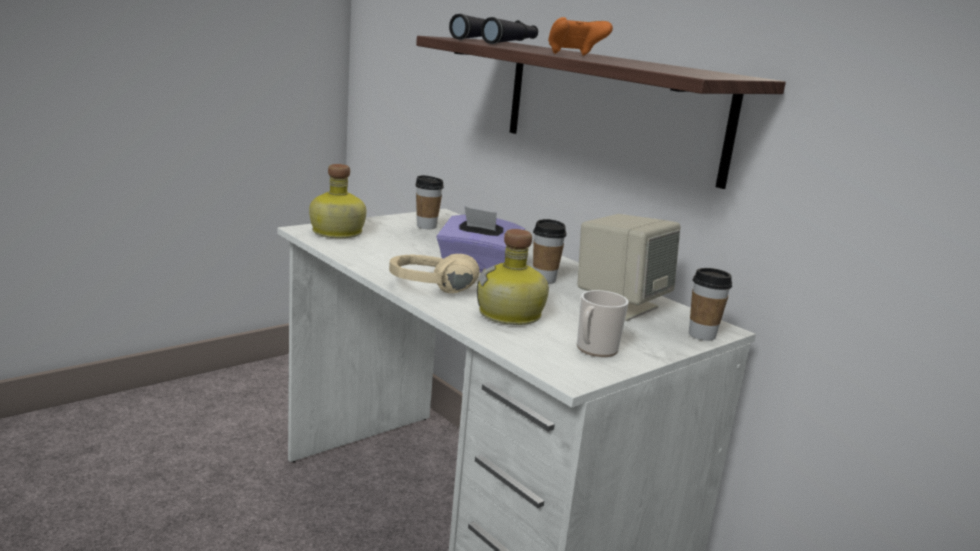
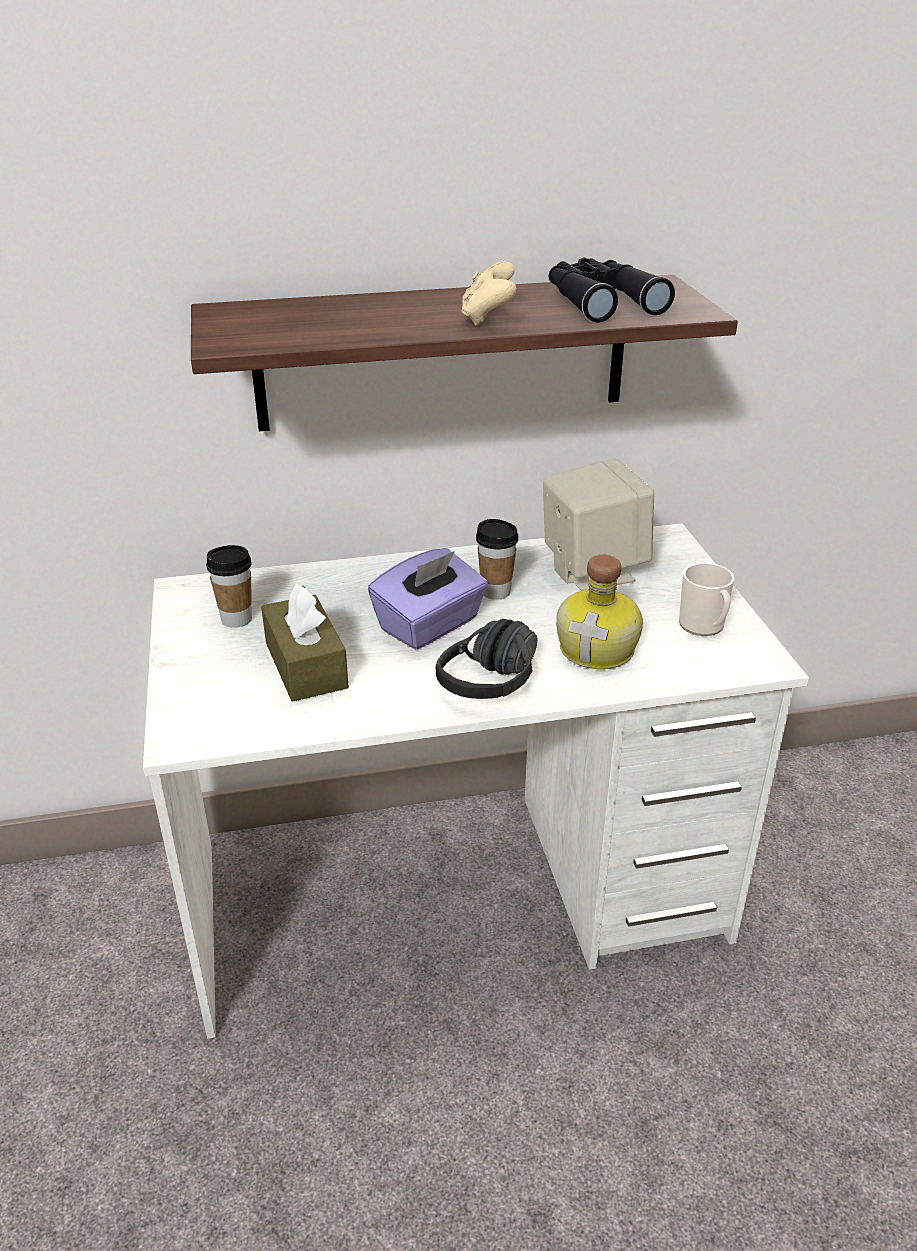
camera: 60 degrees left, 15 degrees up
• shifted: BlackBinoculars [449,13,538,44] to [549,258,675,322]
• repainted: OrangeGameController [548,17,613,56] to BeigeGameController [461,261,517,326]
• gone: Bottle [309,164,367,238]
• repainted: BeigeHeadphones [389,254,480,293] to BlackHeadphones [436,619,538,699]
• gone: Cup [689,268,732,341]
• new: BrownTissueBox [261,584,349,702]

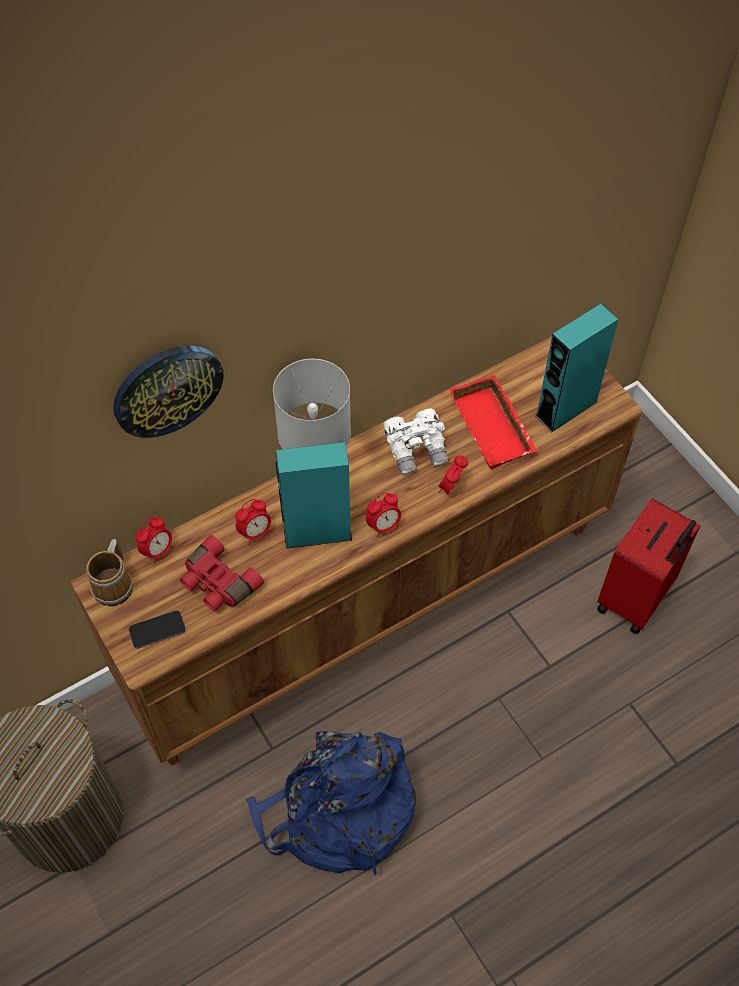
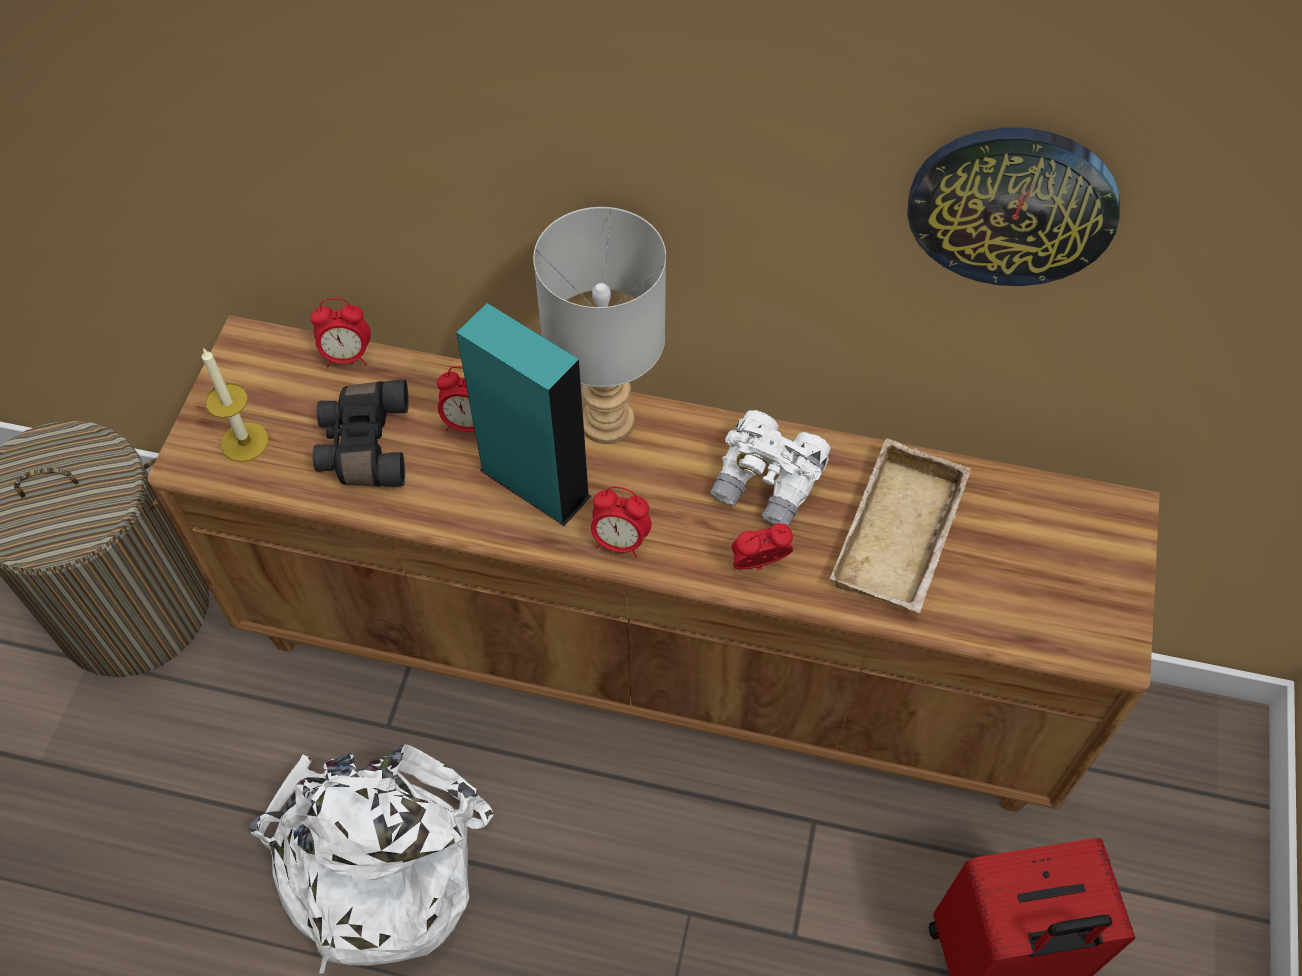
camera: 45 degrees right, 0 degrees up
• gone: TurquoiseSpeaker [535,304,618,433]
• shifted: WallClock [113,345,223,438] to [907,128,1120,286]
• repainted: RedTray [449,375,537,469] to BeigeTray [830,438,971,613]
• repainted: RedBinoculars [180,535,264,612] to BlackBinoculars [313,380,409,487]
• gone: Mug [86,539,133,607]
• swapped: Phone [129,610,186,649] to Candle [202,348,269,462]
• repainted: BlueBackpack [246,731,416,876] to WhiteBackpack [249,744,493,973]

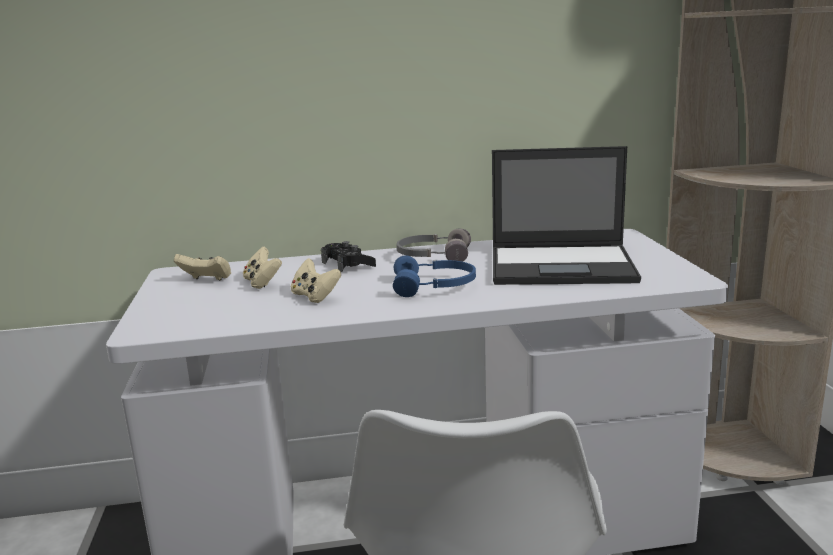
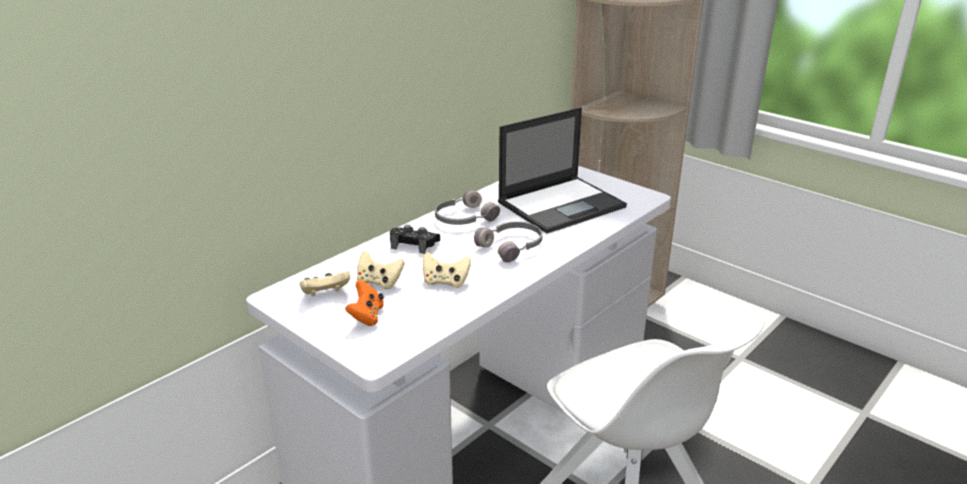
camera: 40 degrees left, 10 degrees up
• repainted: BlueHeadphones [393,255,476,297] to GreyHeadphones [474,222,543,262]
• new: OrangeGameController [345,280,384,326]

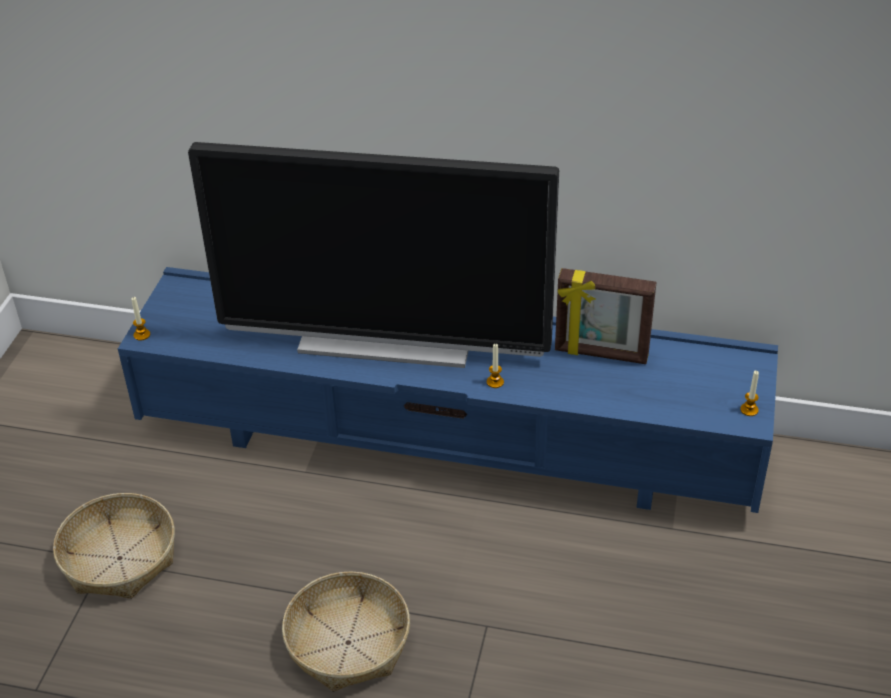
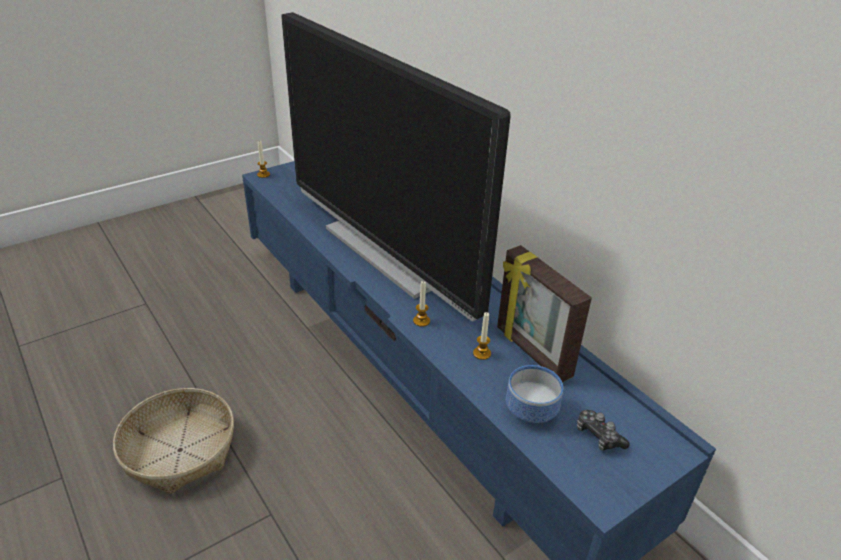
camera: 40 degrees right, 5 degrees down
• shifted: Candle [740,370,759,416] to [473,312,491,360]
• gone: Basket [53,493,175,599]
• new: Bowl [506,365,563,423]
• new: GameController [577,410,630,451]

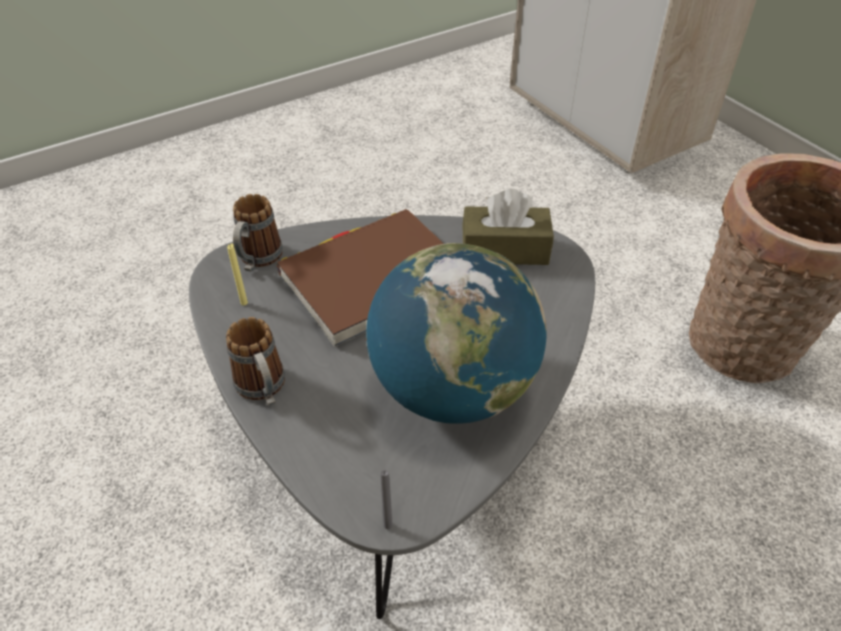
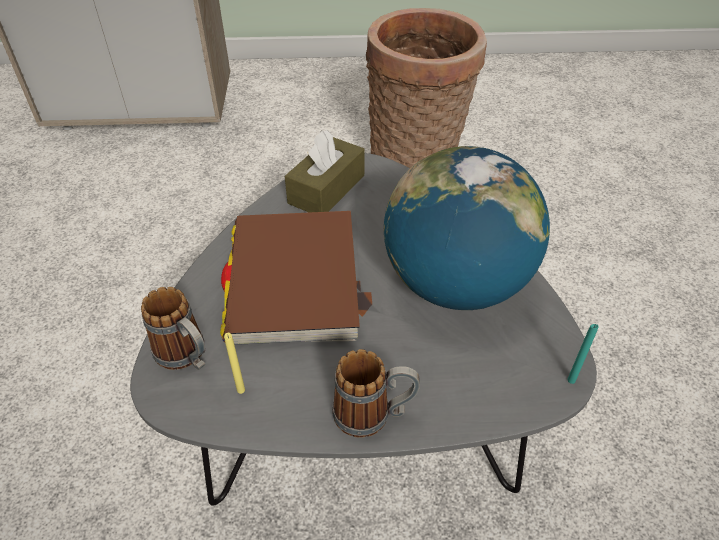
camera: 60 degrees left, 0 degrees up
• repainted: GreyCandle [380,470,393,529] to TurquoiseCandle [567,324,599,384]

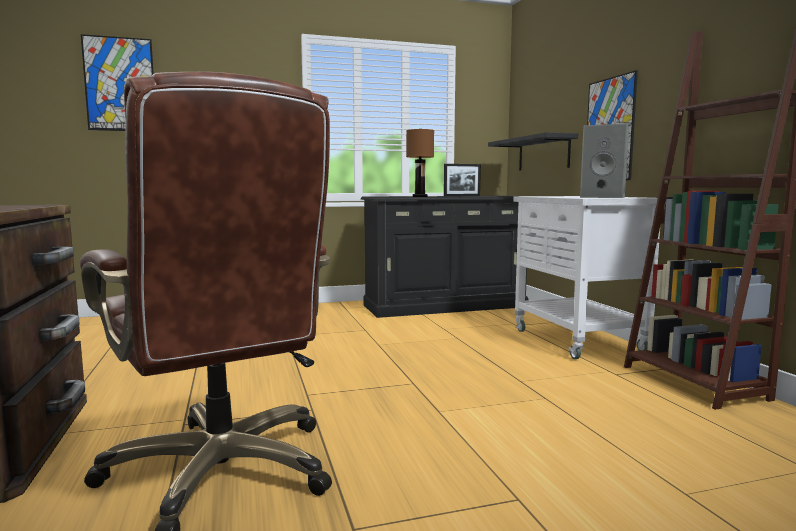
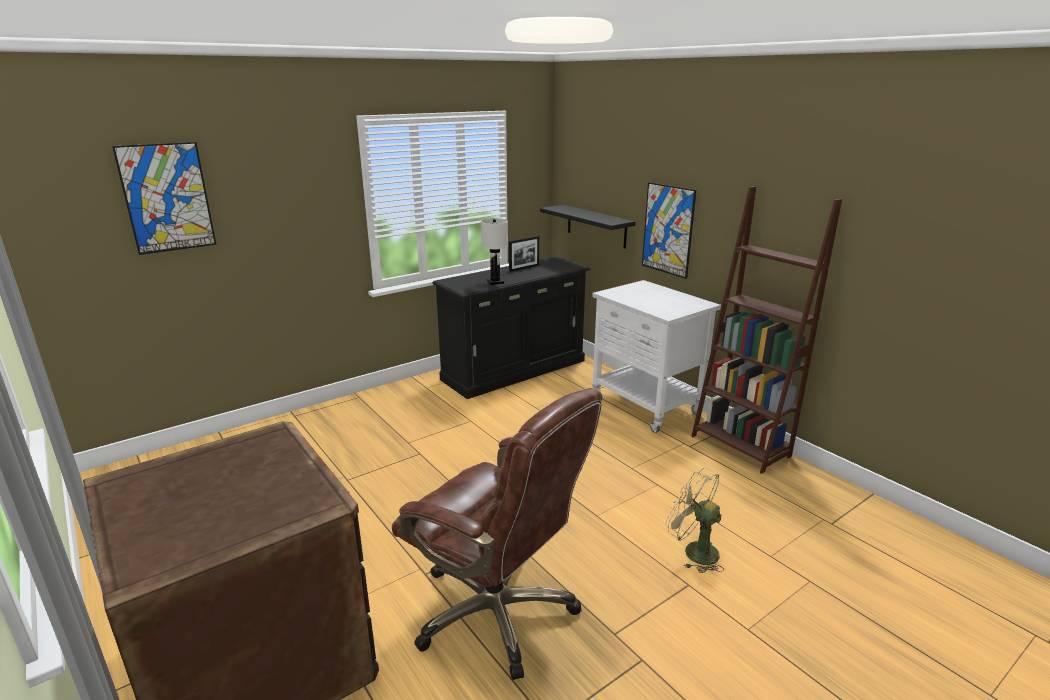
camera: 20 degrees left, 15 degrees up
• gone: GreySpeaker [580,123,629,198]
• repainted: BrownTableLamp [406,129,434,197] to WhiteTableLamp [481,218,508,285]
• new: GreenFan [666,468,724,573]

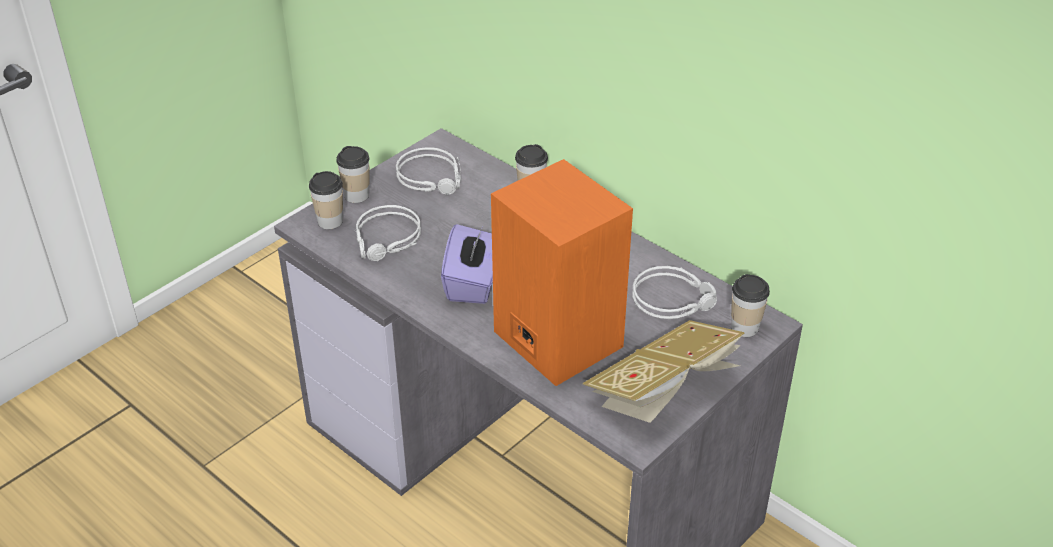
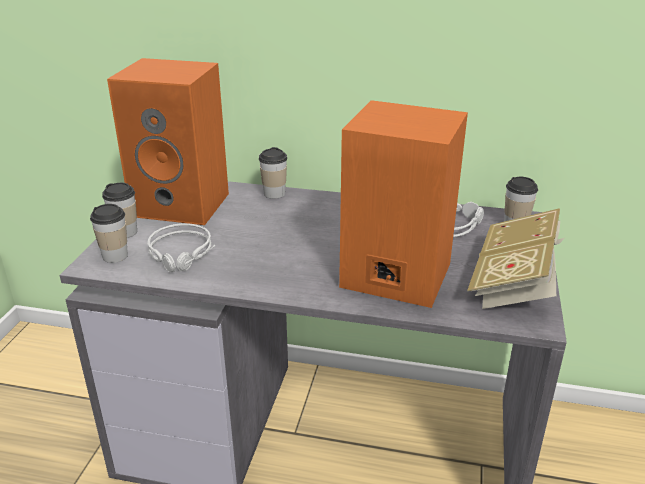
camera: 30 degrees left, 10 degrees down
• swapped: GreyHeadphones [396,147,461,195] to OrangeSpeaker [107,58,229,225]
• gone: PurpleTissueBox [441,224,493,304]

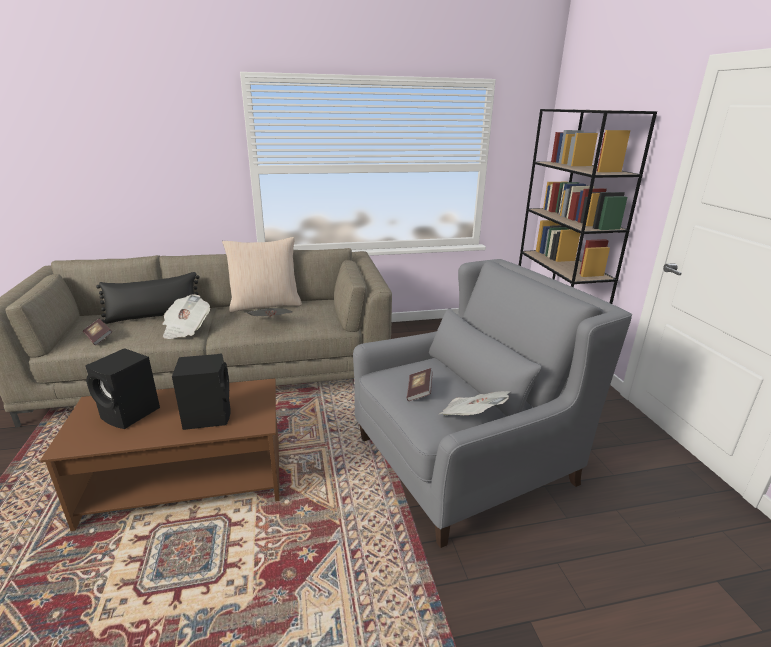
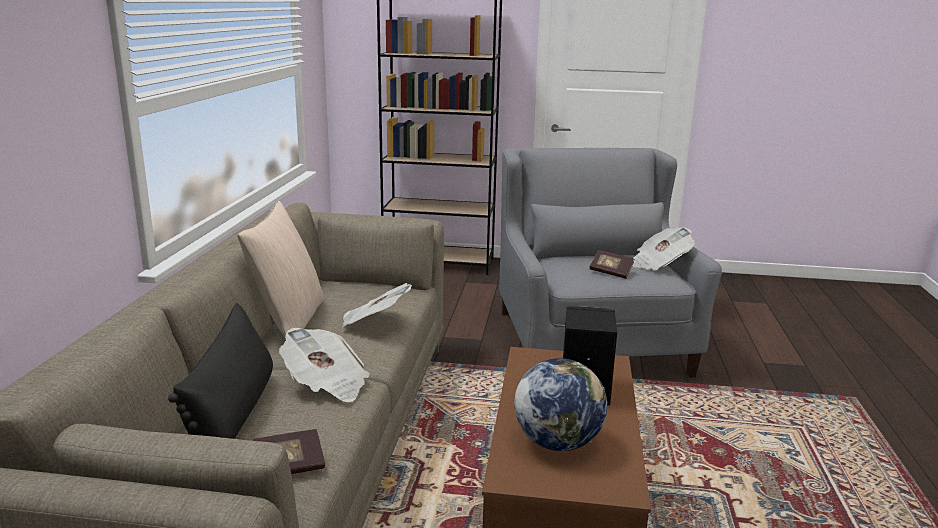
camera: 70 degrees left, 5 degrees down
• swapped: BlackSpeaker [85,348,160,429] to Globe [514,358,607,451]

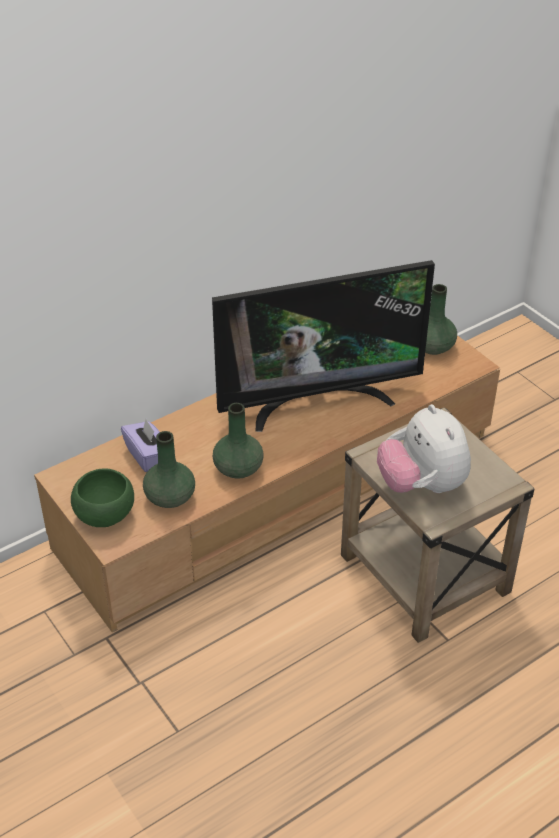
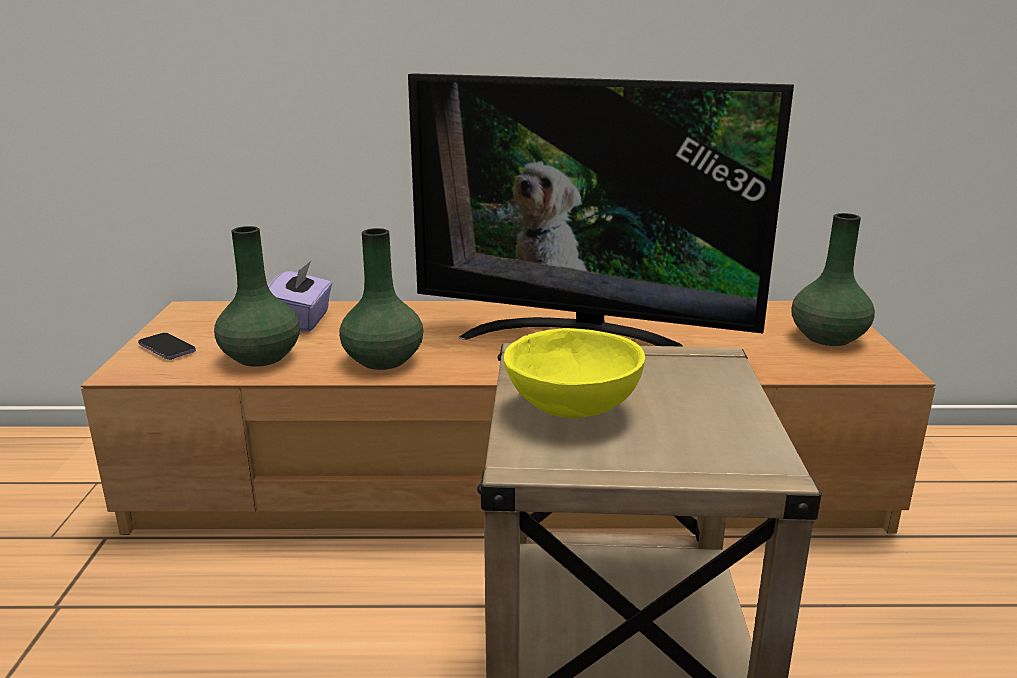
camera: 35 degrees right, 20 degrees down
• swapped: PlushToy [377,404,471,493] to YellowBowl [504,329,645,418]
• swapped: GreenBowl [71,468,134,527] to Phone [138,333,196,360]

